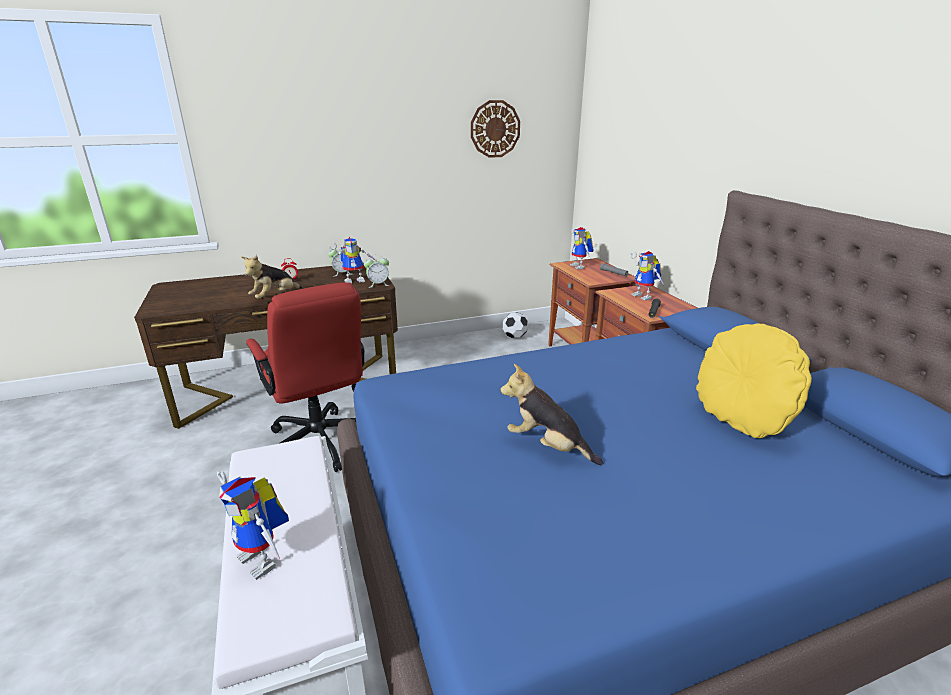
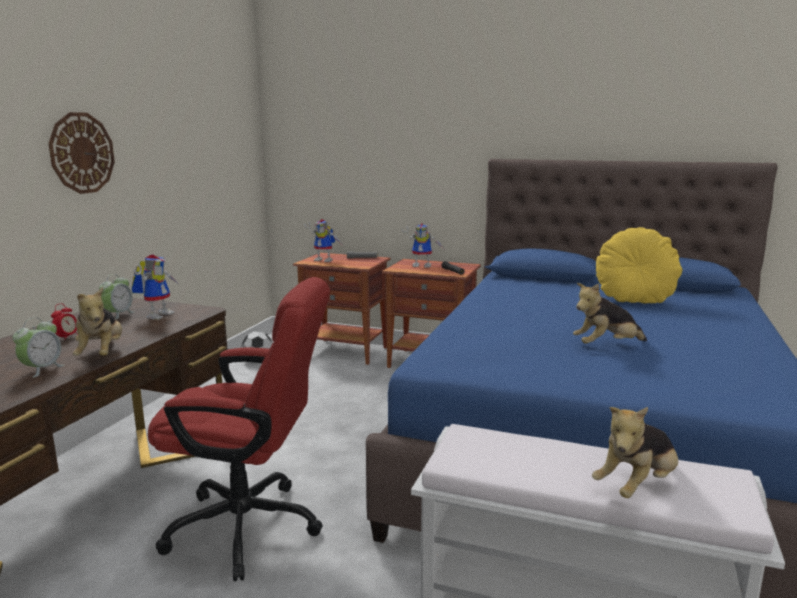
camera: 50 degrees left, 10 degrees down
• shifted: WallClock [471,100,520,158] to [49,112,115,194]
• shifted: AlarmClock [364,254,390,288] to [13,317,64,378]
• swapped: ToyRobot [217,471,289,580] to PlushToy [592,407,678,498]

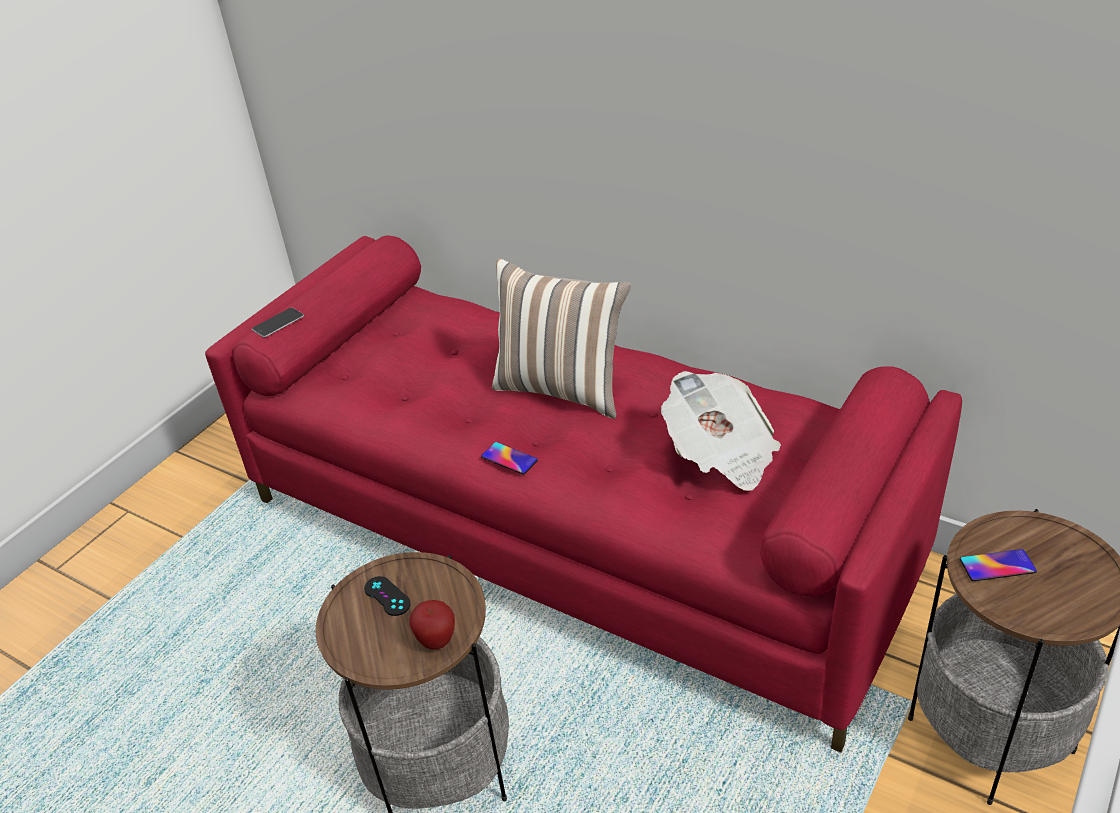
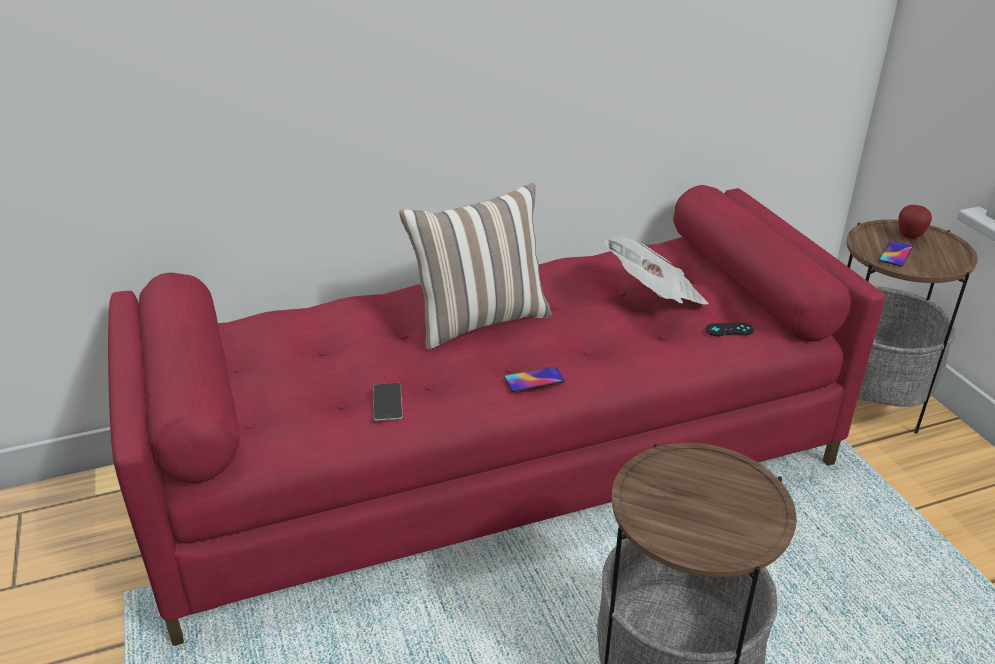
camera: 55 degrees left, 5 degrees down
• shifted: Phone [252,307,304,338] to [373,383,403,421]
• shifted: BlackGameController [364,576,411,616] to [705,323,754,336]
• shifted: Apple [409,600,455,650] to [898,205,932,238]

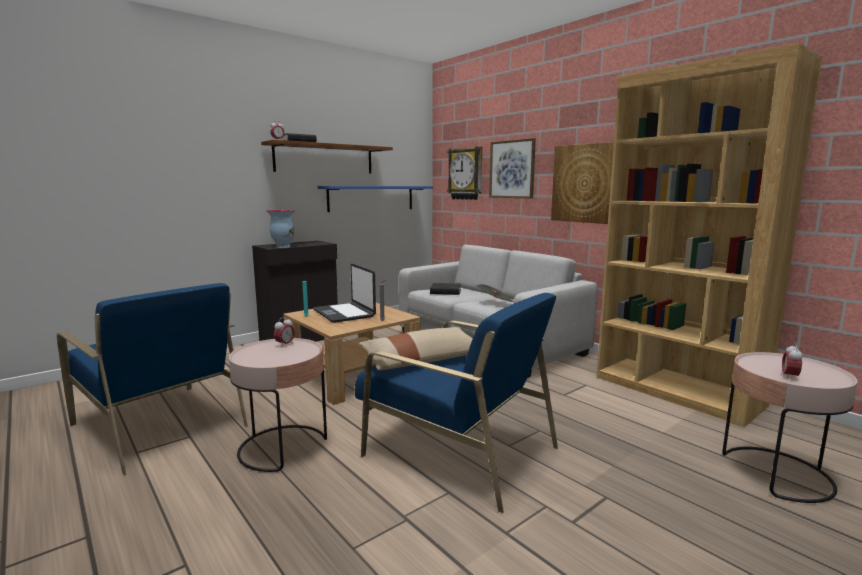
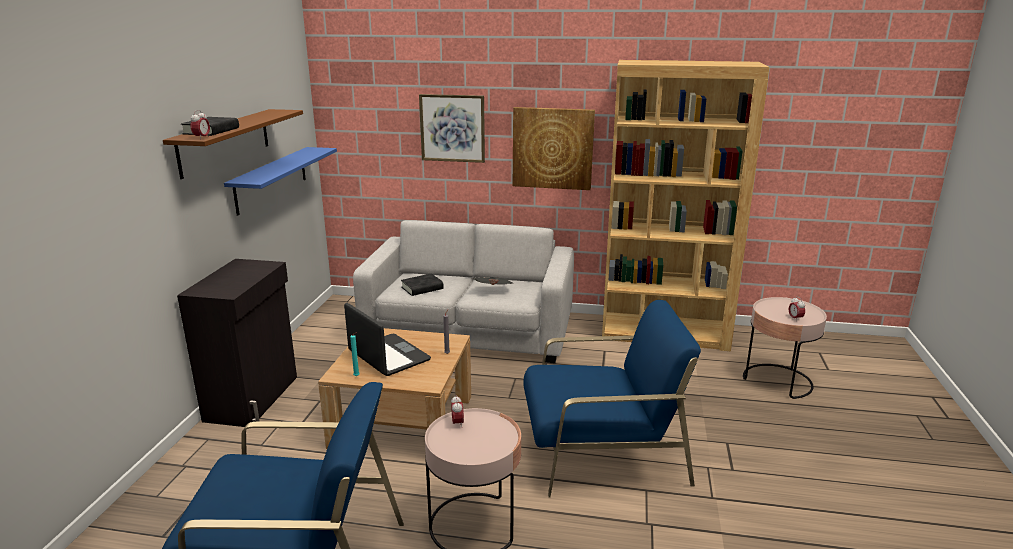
camera: 40 degrees left, 10 degrees up
• gone: WallClock [447,147,482,200]
• gone: Vase [266,210,295,248]
• rotated: Laptop [314,263,376,323] = [344,303,431,376] 150 degrees counterclockwise
• gone: BeigePillow [359,327,473,370]

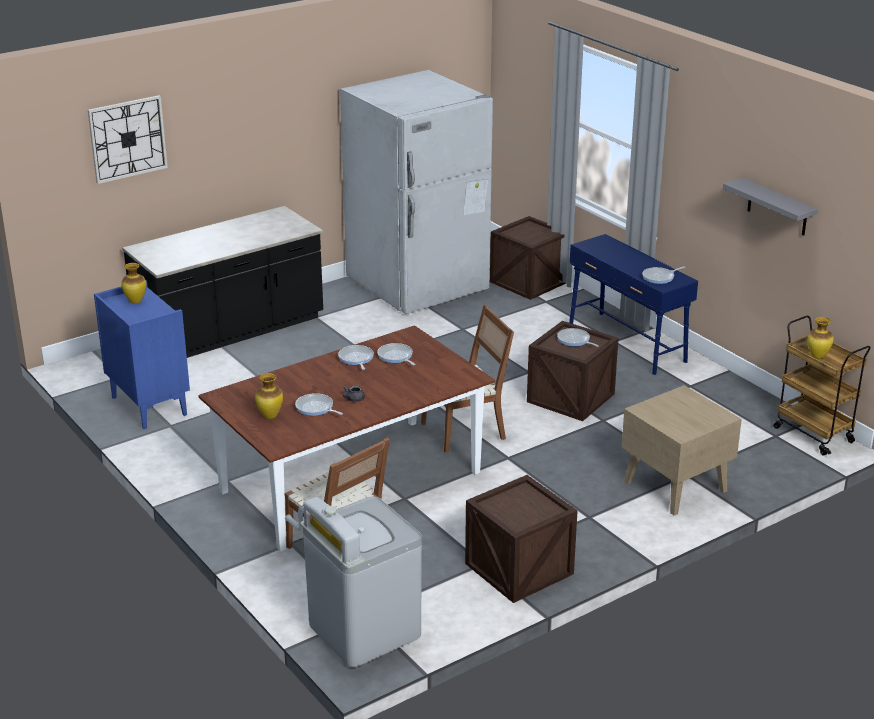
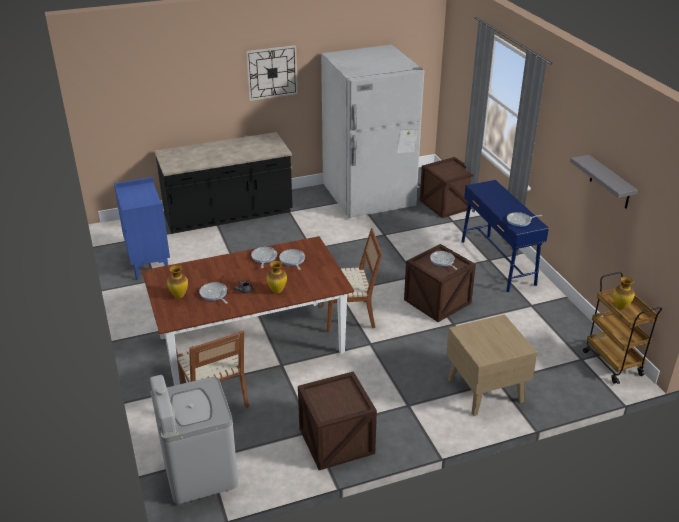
camera: 15 degrees right, 5 degrees up
• shifted: WallClock [88,95,168,184] to [246,45,298,101]
• shifted: Vase [121,263,146,304] to [267,261,287,293]

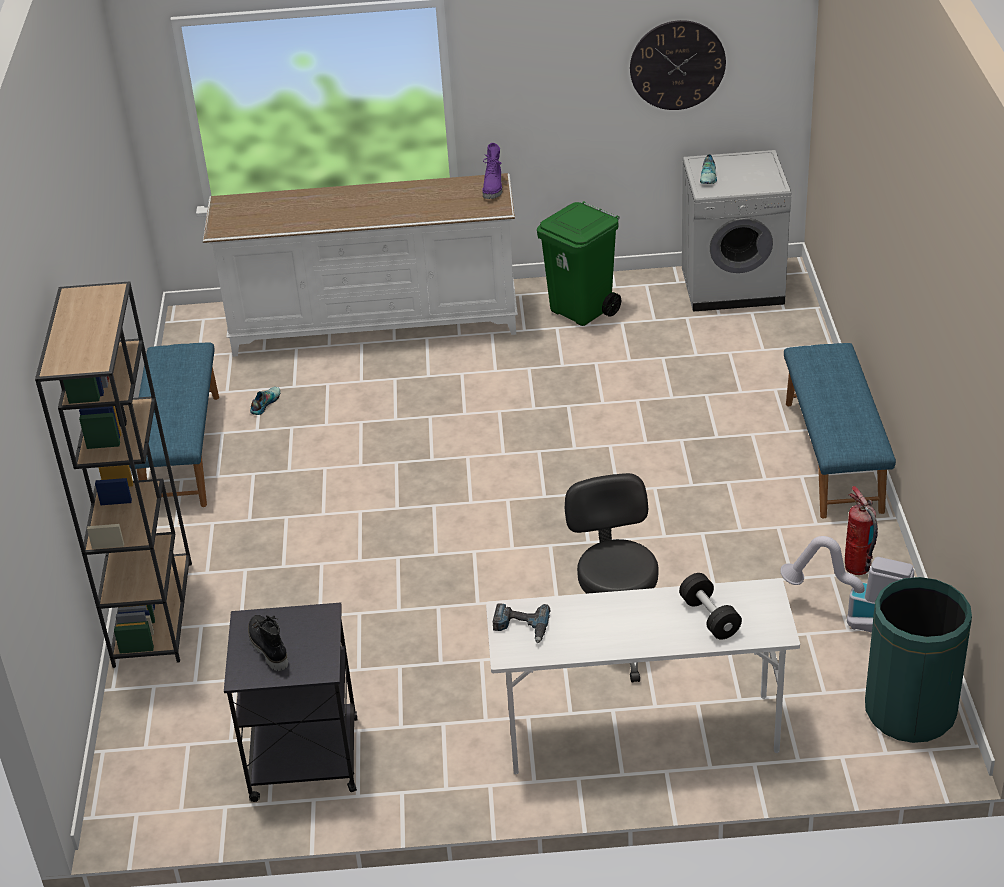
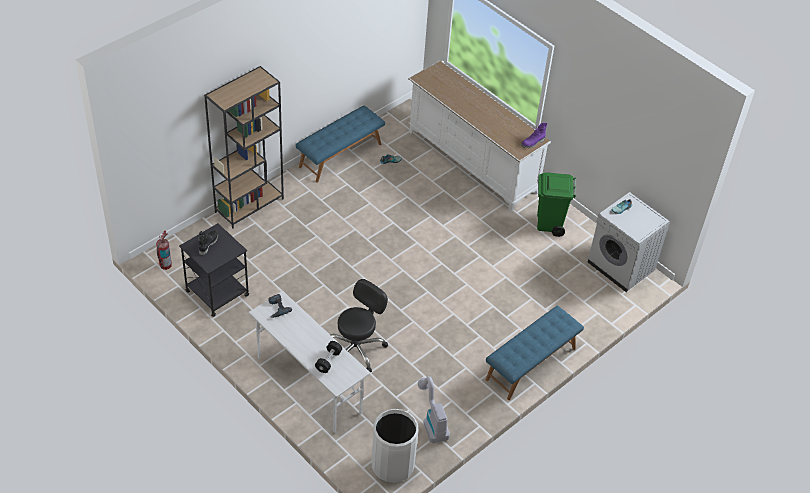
camera: 45 degrees right, 10 degrees up
• gone: WallClock [630,20,726,110]
• shifted: FireExtinguisher [845,486,878,575] to [156,231,172,270]
• repainted: GreenTrashCan [865,577,972,743] to WhiteTrashCan [372,409,418,483]

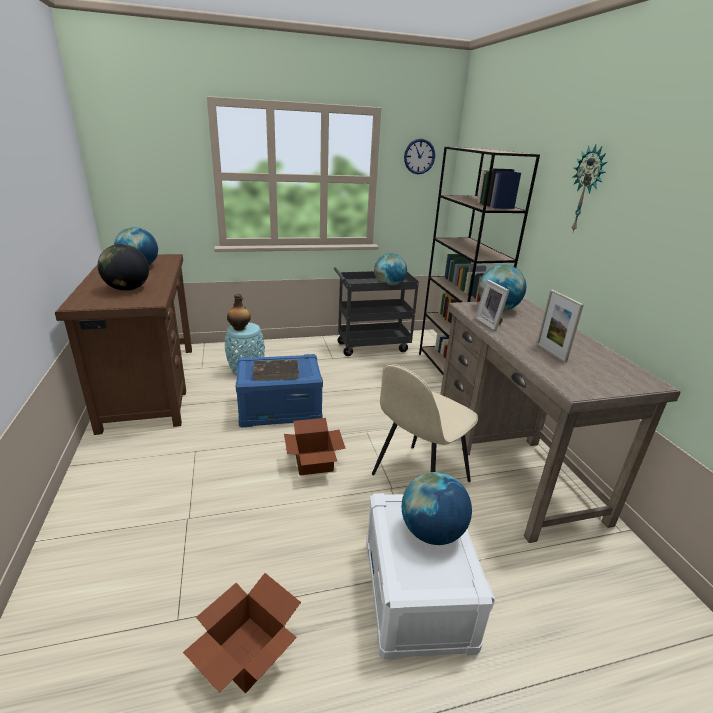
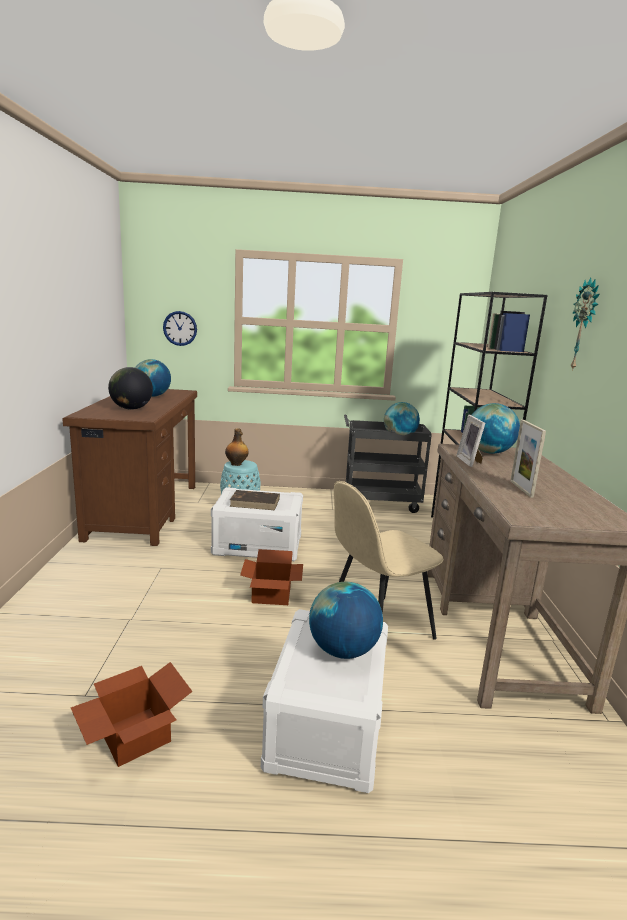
camera: 15 degrees right, 10 degrees down
• shifted: WallClock [404,139,435,174] to [163,311,197,346]
• repainted: BlueStorageBox [236,354,323,428] to WhiteStorageBox [211,487,303,561]

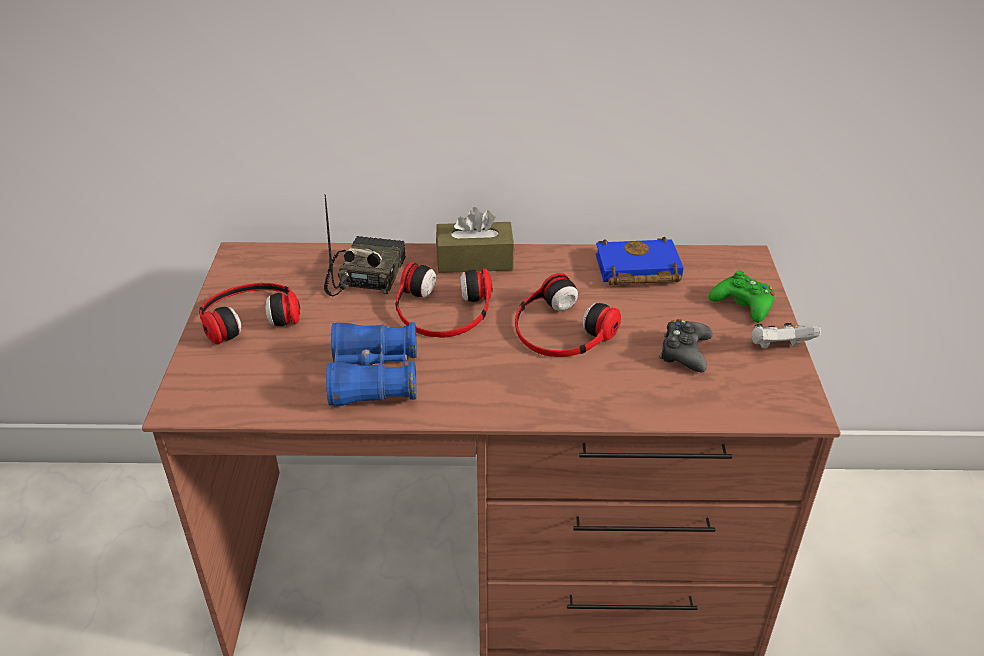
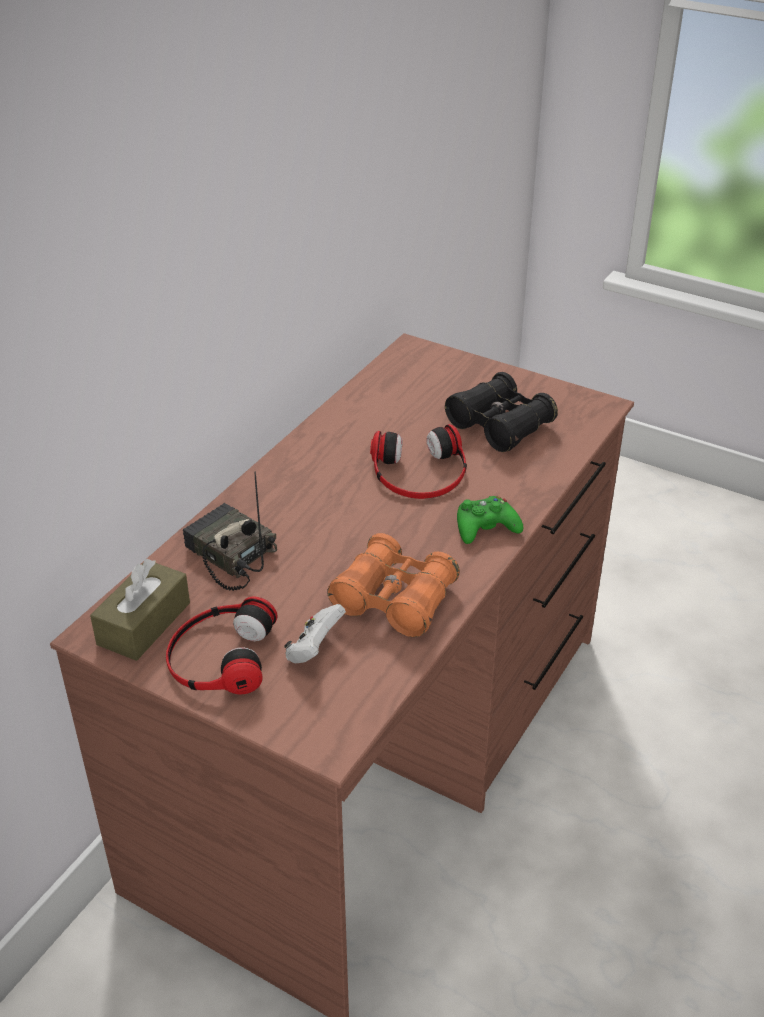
camera: 60 degrees left, 0 degrees up
• shifted: BrownTissueBox [436,207,514,273] to [90,559,190,661]
• gone: BlueBook [595,237,684,285]
• gone: Headphones [395,262,492,338]
• shifted: GreenGameController [709,271,774,323] to [457,496,523,544]
• swapped: BlackGameController [659,319,713,372] to BlackBinoculars [445,372,558,452]
• repainted: BlueBinoculars [326,322,417,406] to OrangeBinoculars [327,533,460,637]
• shifted: WhiteGameController [751,323,821,349] to [284,604,346,663]

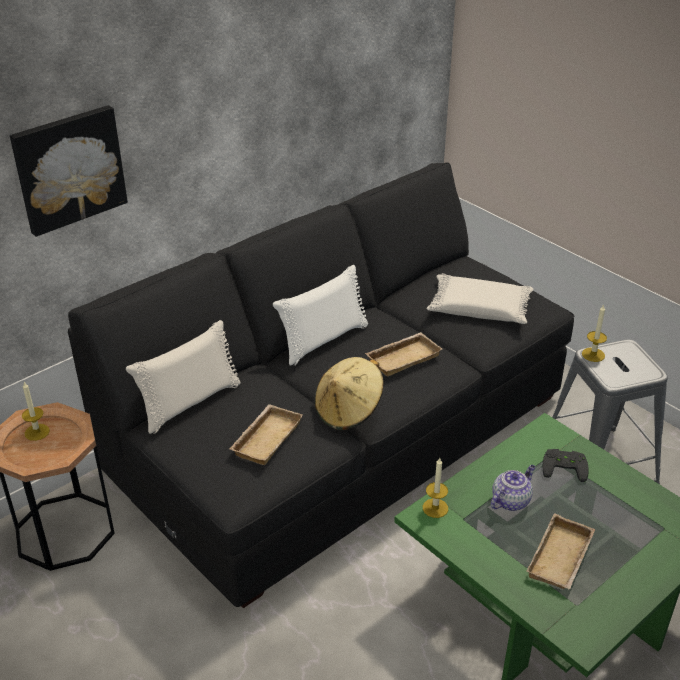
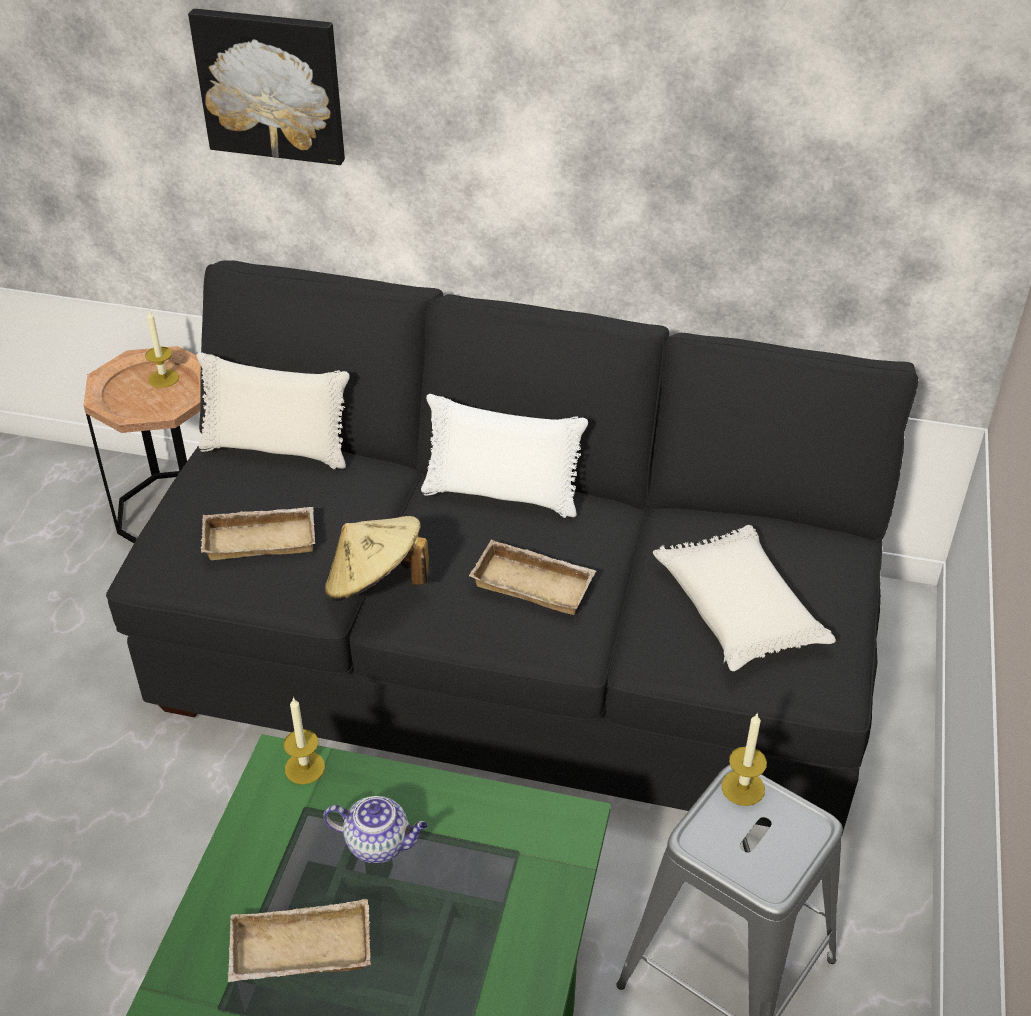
camera: 55 degrees right, 5 degrees up
• gone: BlackGameController [543,449,589,482]

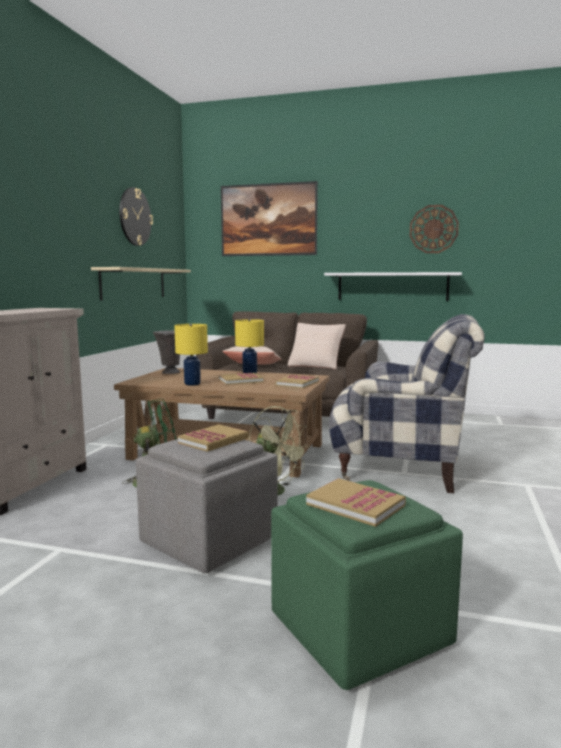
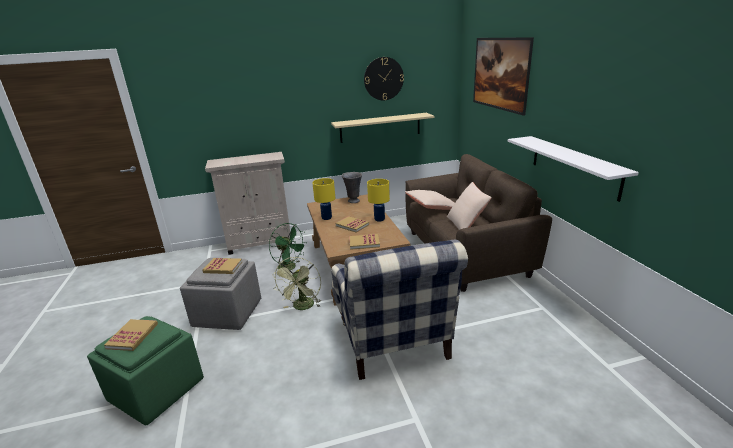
camera: 60 degrees right, 15 degrees up
• gone: WallClock [410,205,459,253]

